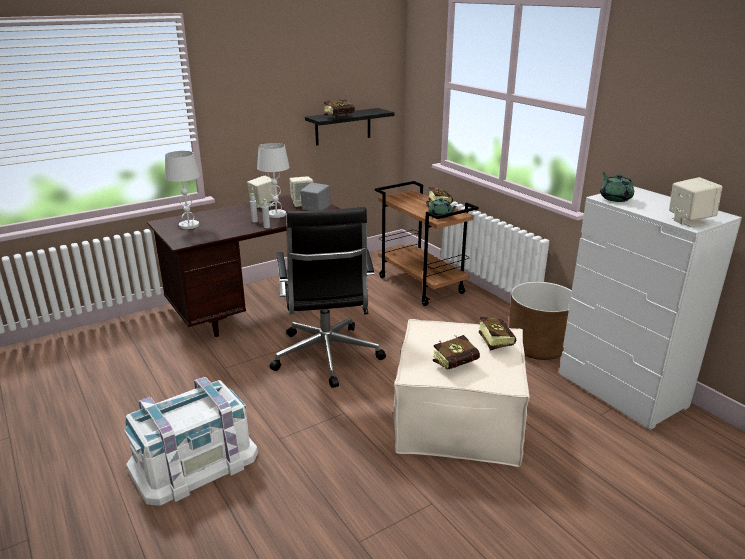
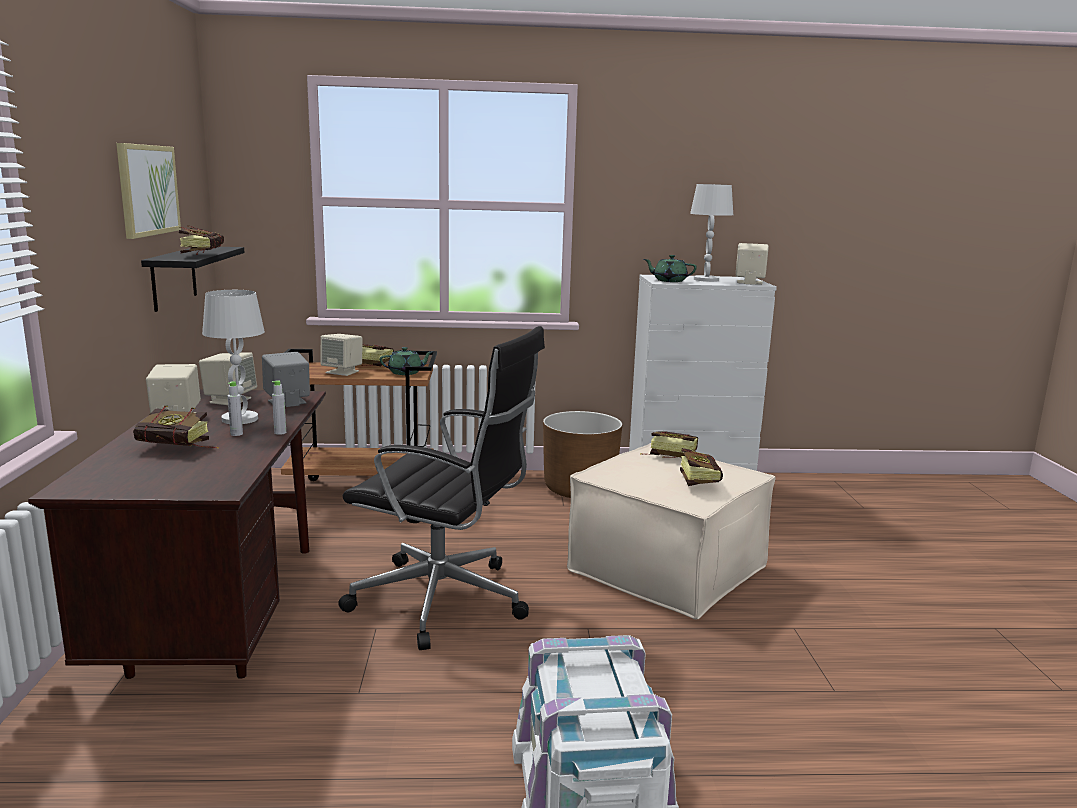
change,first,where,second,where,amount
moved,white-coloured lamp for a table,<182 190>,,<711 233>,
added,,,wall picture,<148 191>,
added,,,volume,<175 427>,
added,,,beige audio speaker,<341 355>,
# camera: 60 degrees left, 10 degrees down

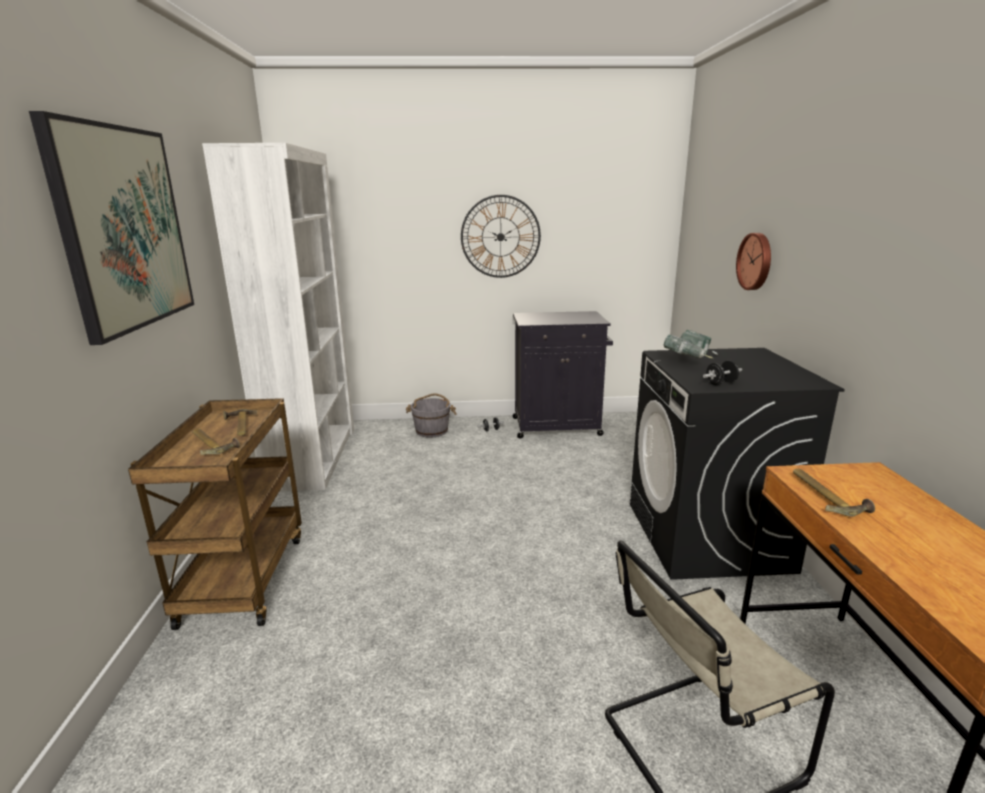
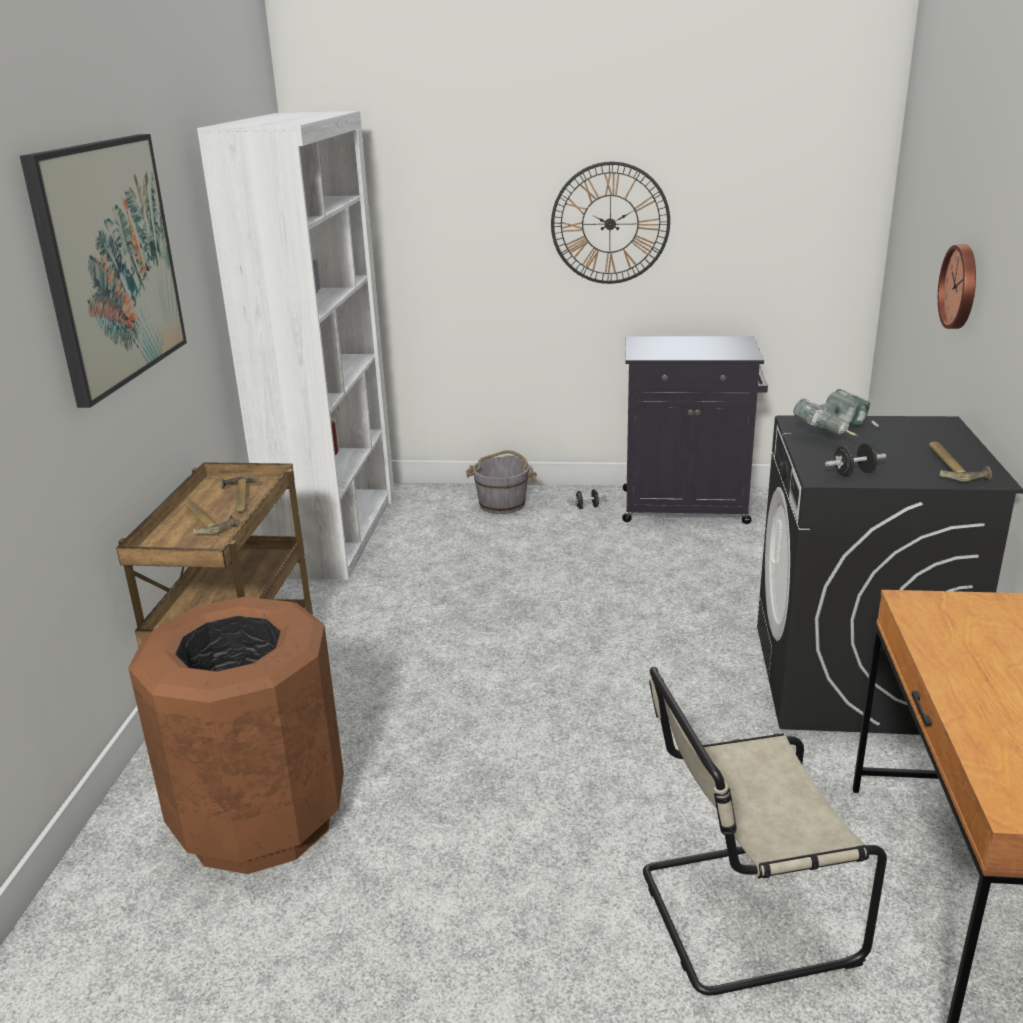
change,first,where,second,where,amount
moved,tool hammer,<834 493>,,<960 462>,
added,,,brown waste bin,<236 735>,
# camera: 10 degrees right, 5 degrees up

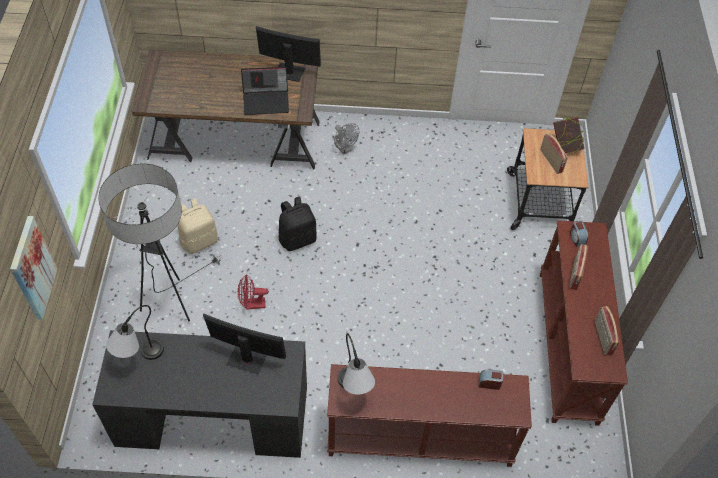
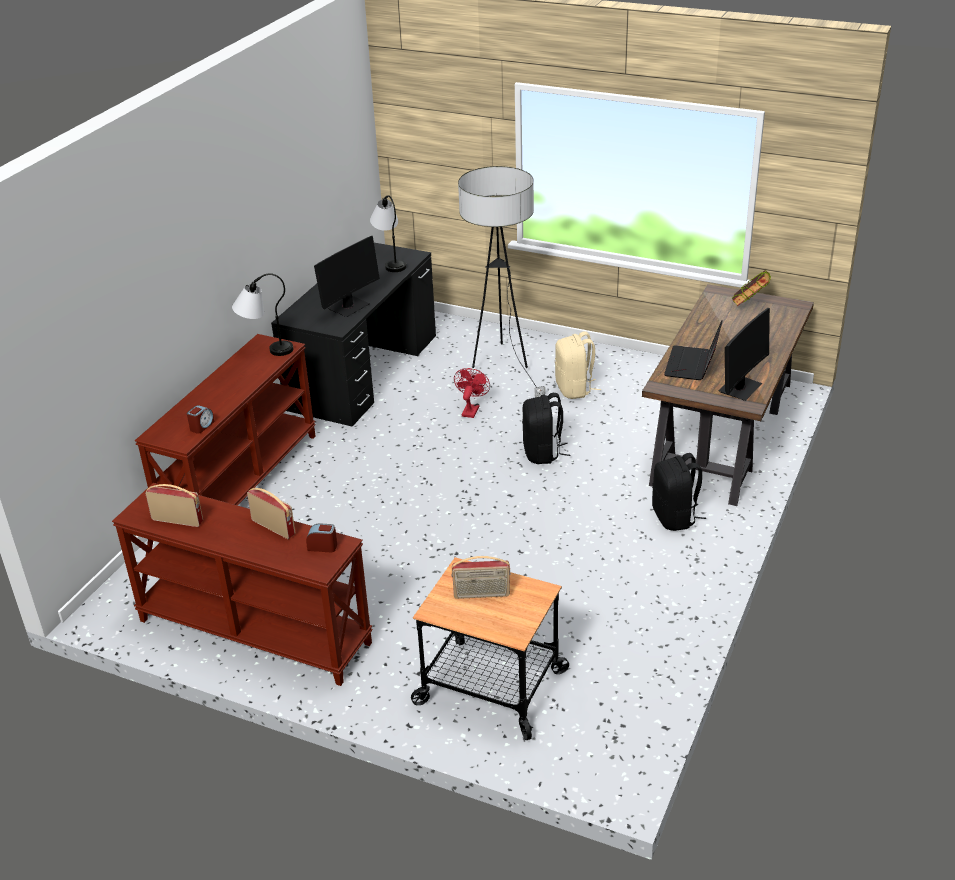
change,first,where,second,where,amount
removed,wall picture,<34 268>,,,
replaced,gray electric fan,<346 139>,black-coloured knapsack,<679 492>,
moved,volume,<568 135>,,<751 288>,
# camera: 115 degrees right, 20 degrees down

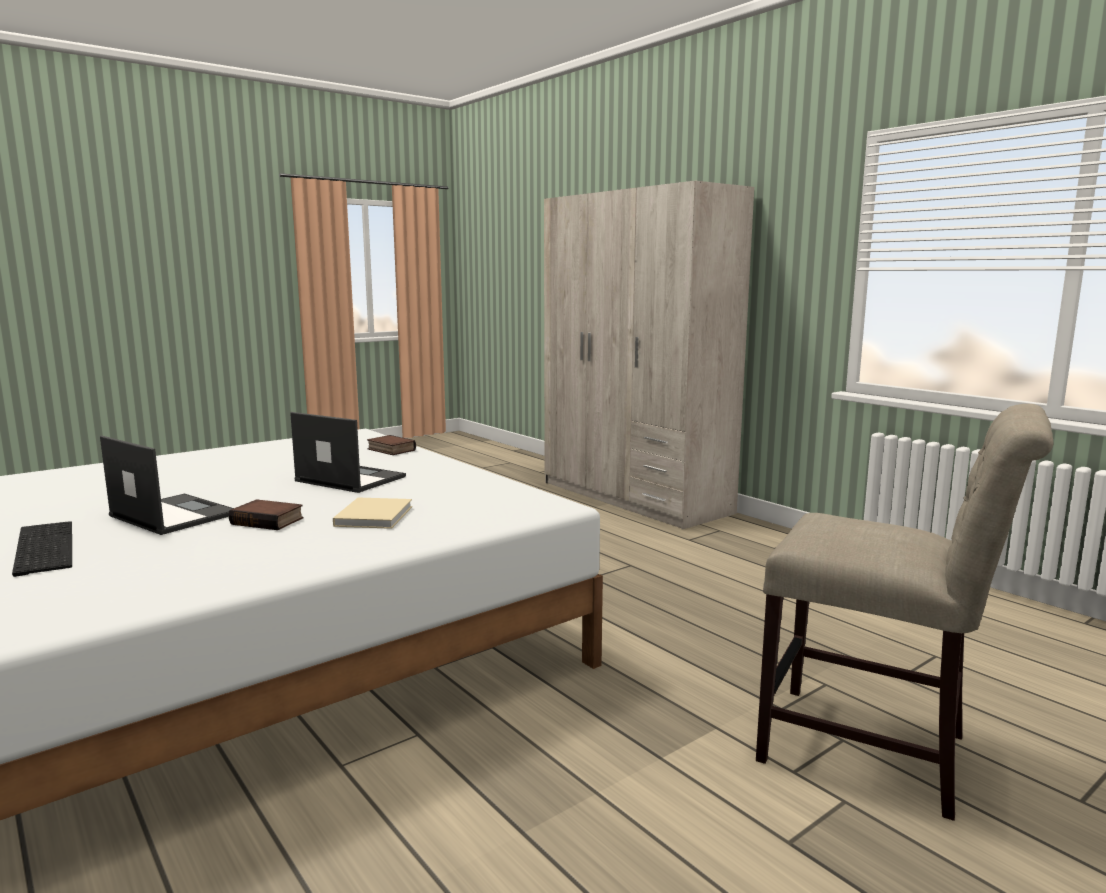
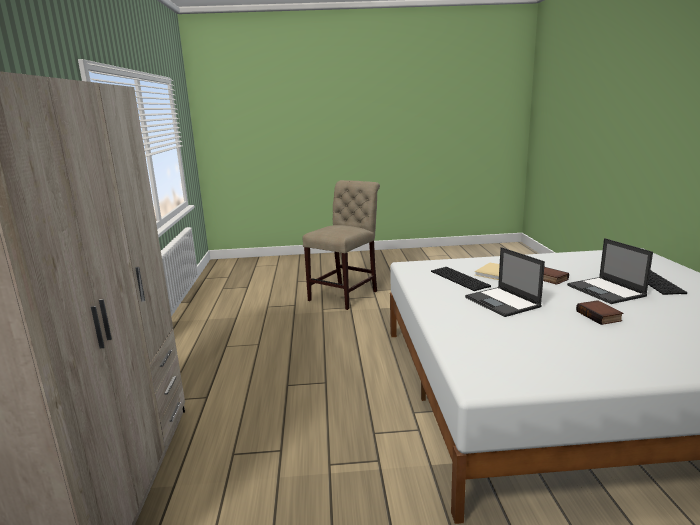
change,first,where,second,where,amount
moved,volume,<391 445>,,<599 312>,
turned,beige plain chair,<904 612>,,<341 245>,60 degrees clockwise
added,,,keyboard,<461 279>,
# camera: 145 degrees left, 5 degrees up

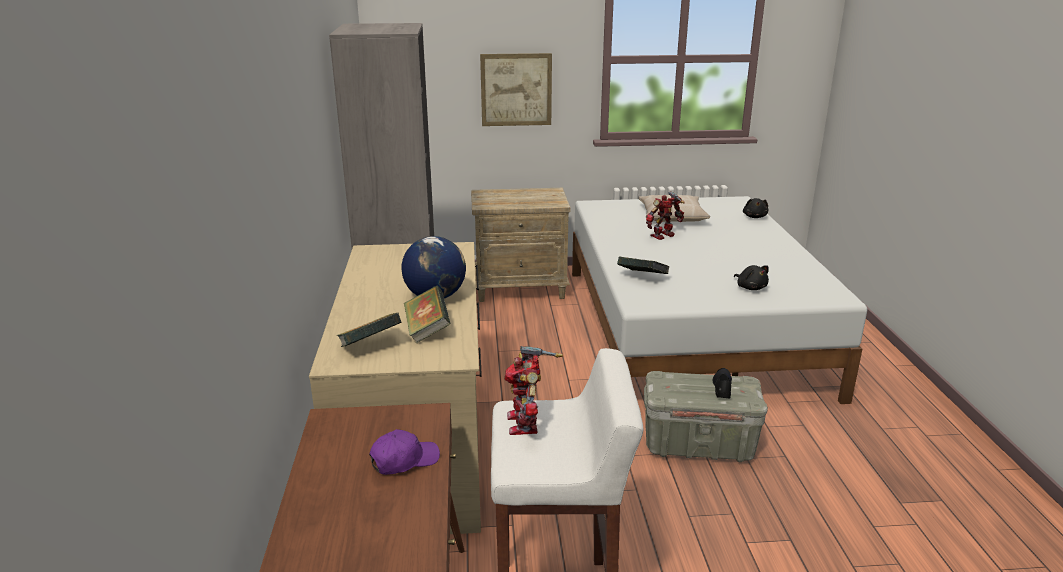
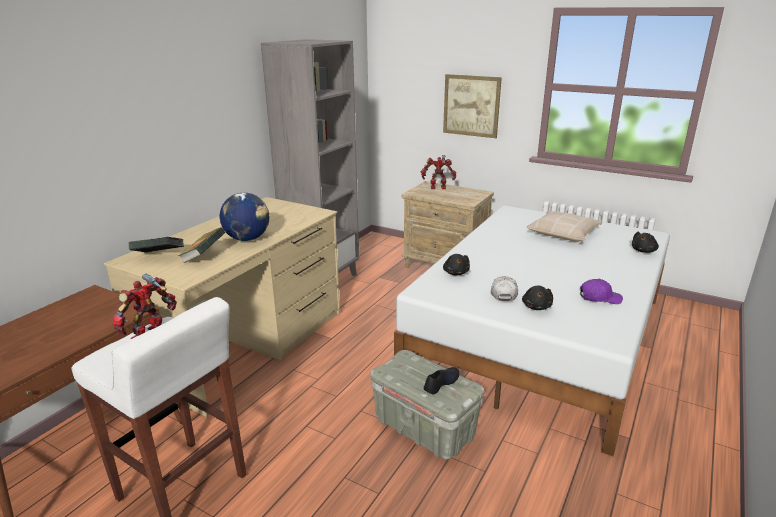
change,first,where,second,where,amount
moved,purple-coloured baseball cap,<404 452>,,<601 291>,
replaced,volume,<643 265>,black-coloured cuddly toy,<456 265>,
moved,toy robot,<665 215>,,<438 172>,
added,,,white-coloured baseball cap,<504 288>,
# camera: 35 degrees right, 0 degrees up

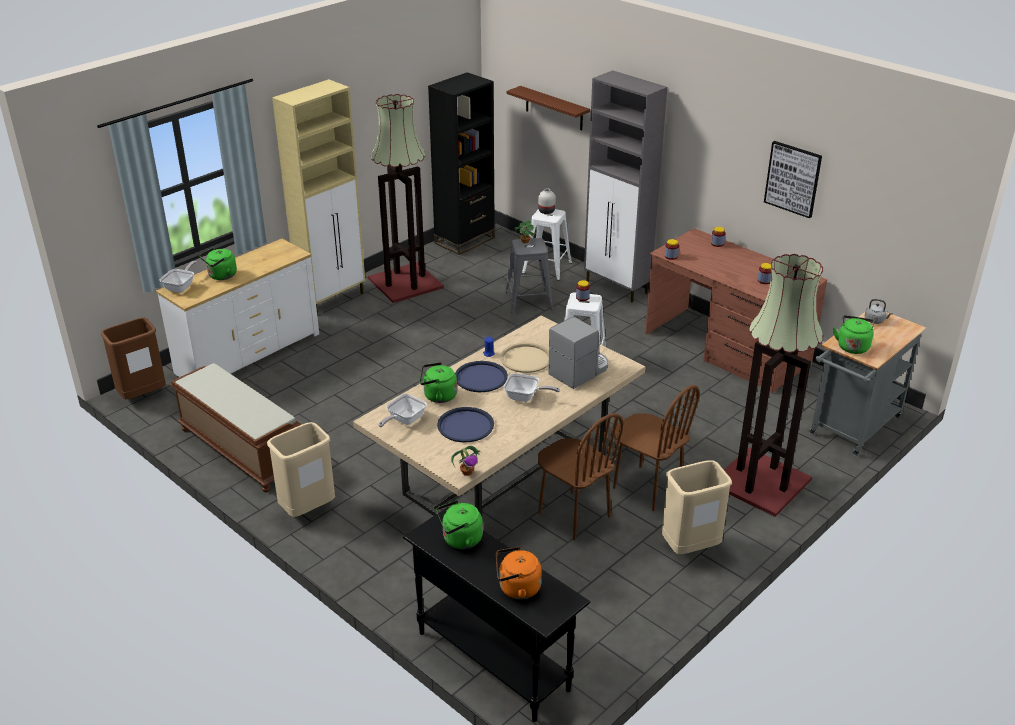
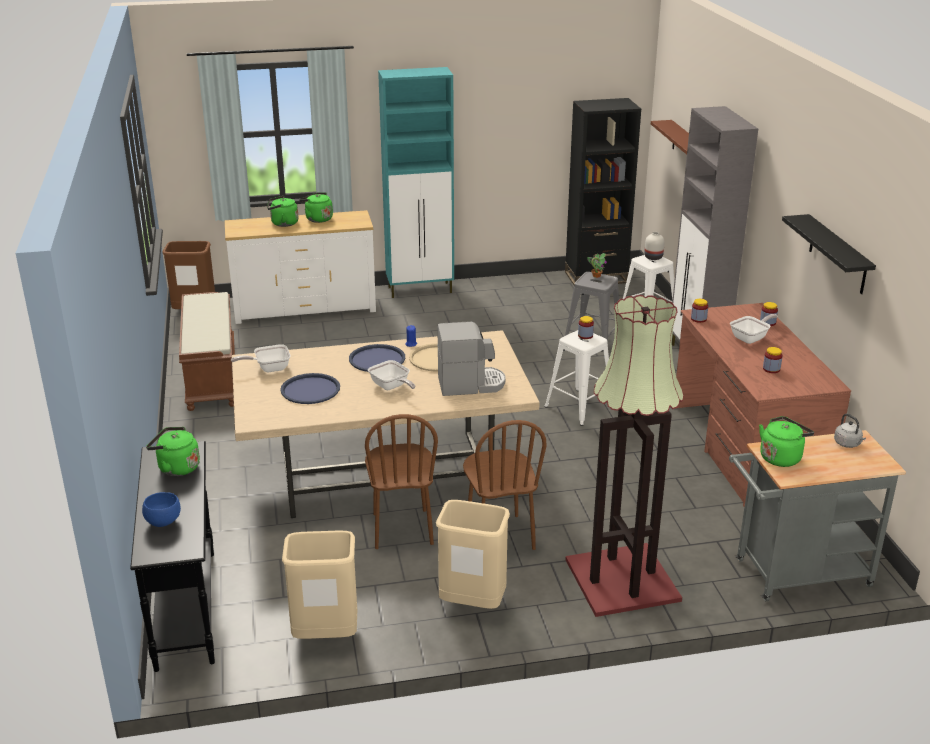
change,first,where,second,where,amount
moved,frying pan,<178 277>,,<753 329>,
moved,beige waste bin,<301 469>,,<319 585>,
recoloured,beige cabinet,<318 197>,turquoise cabinet,<416 182>,
removed,standard lamp,<406 198>,,,
moved,green water kettle,<438 382>,,<316 207>,
removed,plant in a pot,<466 461>,,,
replaced,orangey water kettle,<519 573>,blue deep dish,<161 509>,
replaced,wall picture,<793 179>,black-coloured shelf,<829 254>,
# camera: 35 degrees right, 5 degrees down

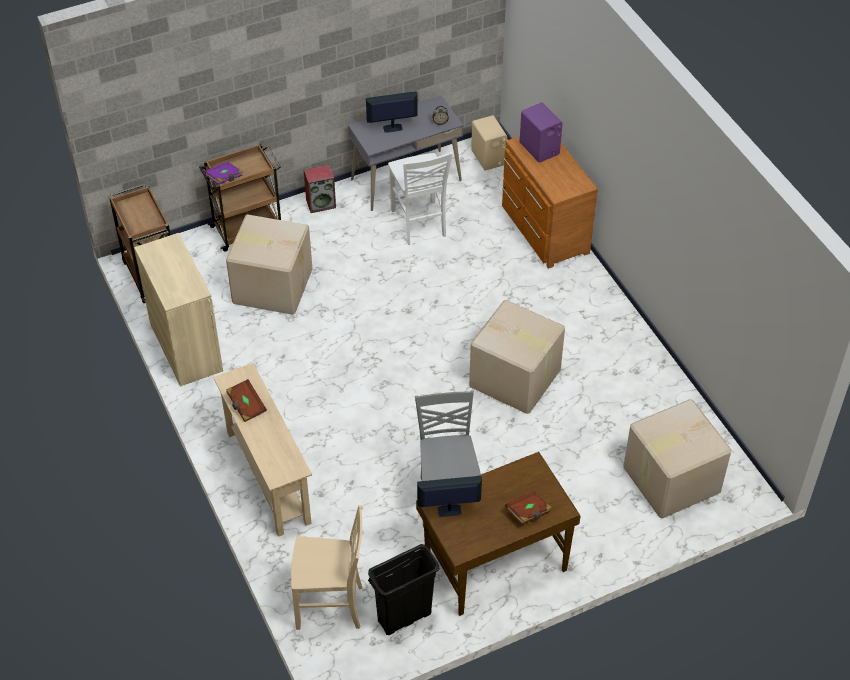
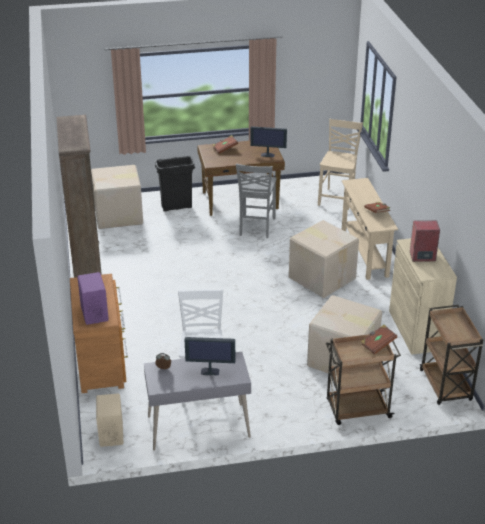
change,first,where,second,where,amount
recoloured,purple-coloured volume,<223 173>,brown volume,<379 340>,
turned,beige plain chair,<327 567>,,<340 164>,90 degrees clockwise
moved,audio speaker,<320 189>,,<425 241>,
moved,black-coloured waste bin,<404 589>,,<175 183>,
moved,packing box,<517 357>,,<324 259>,
added,,,brown bookshelf,<79 196>,
# camera: 165 degrees left, 15 degrees down

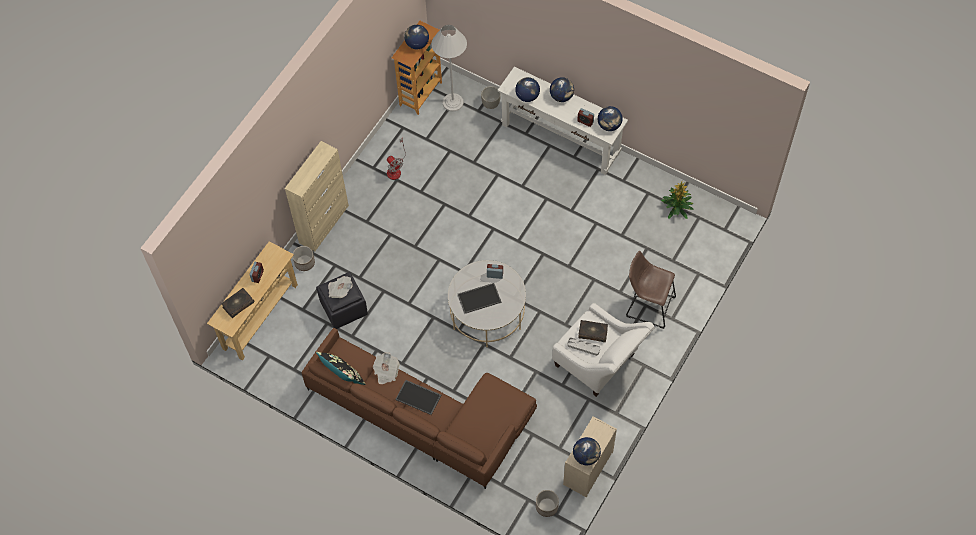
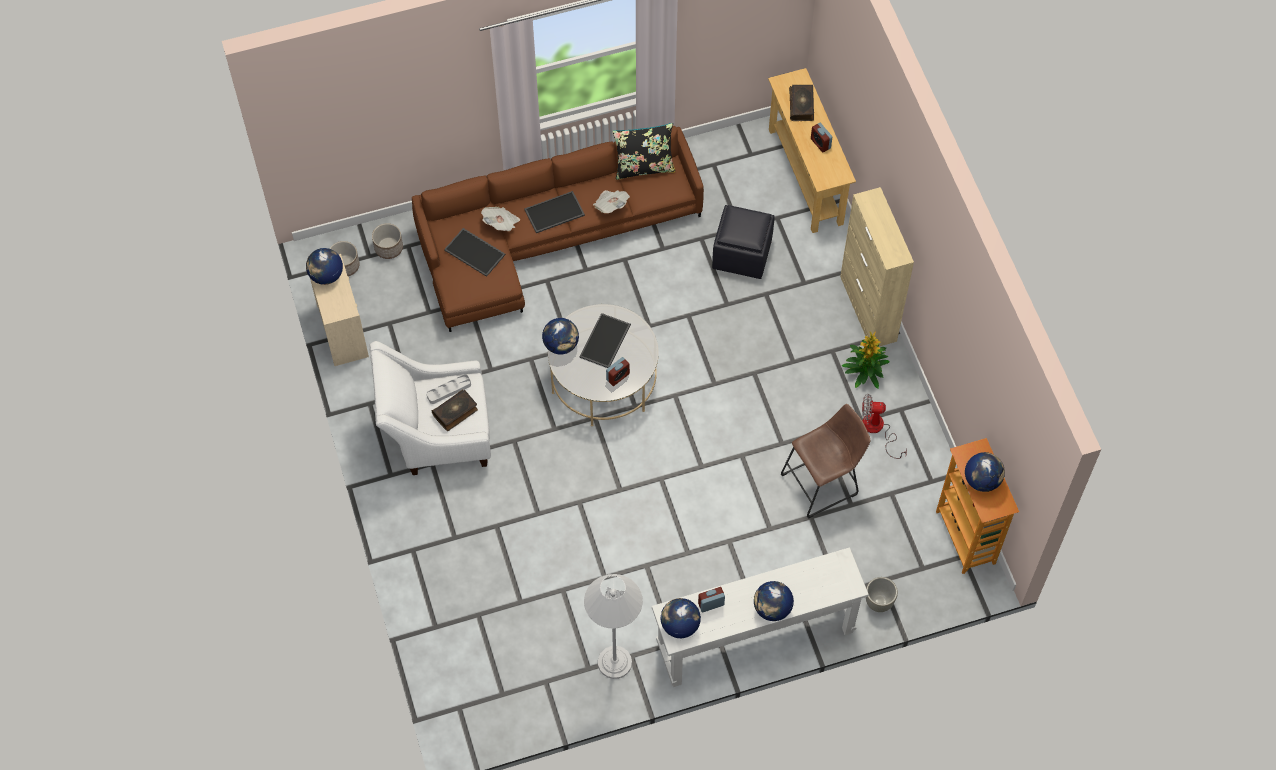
change,first,where,second,where,amount
moved,flower pot,<304 258>,,<387 241>,
moved,daily paper,<340 287>,,<500 219>,
moved,white-coloured standard lamp,<449 68>,,<613 626>,
moved,globe,<527 89>,,<560 336>,
moved,brown stool,<651 289>,,<826 461>,
moved,plant in a pot,<677 200>,,<866 360>,
added,,,serving tray,<474 252>,
# camera: 130 degrees right, 0 degrees up

